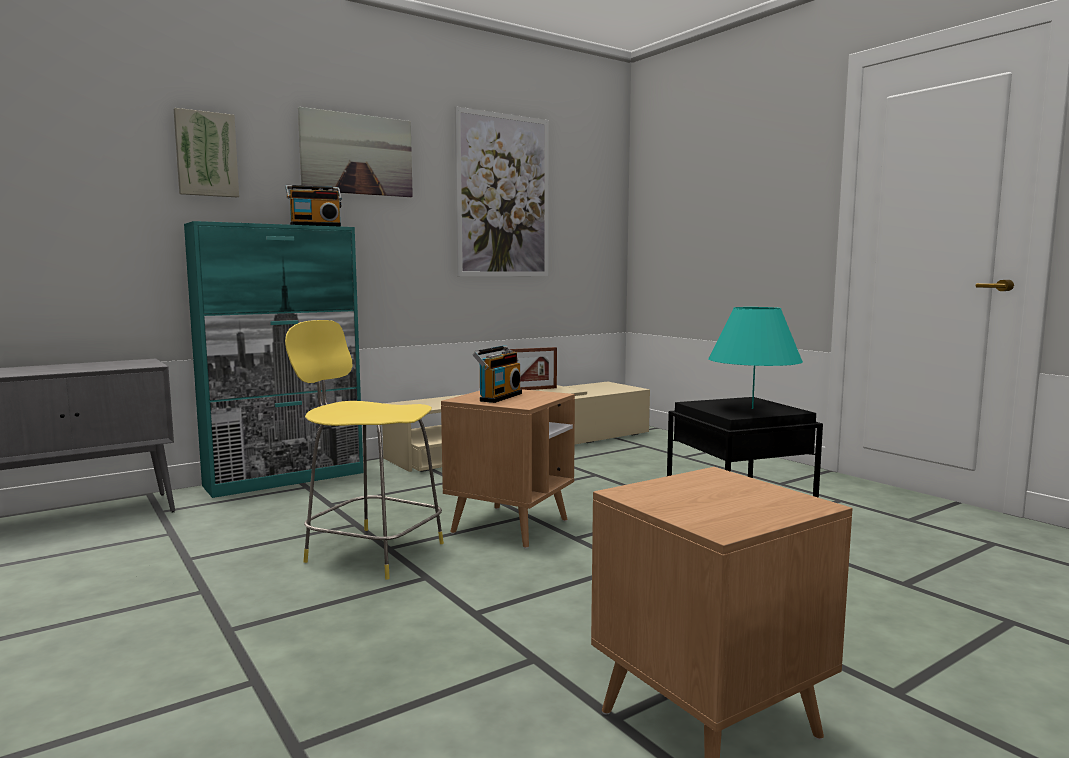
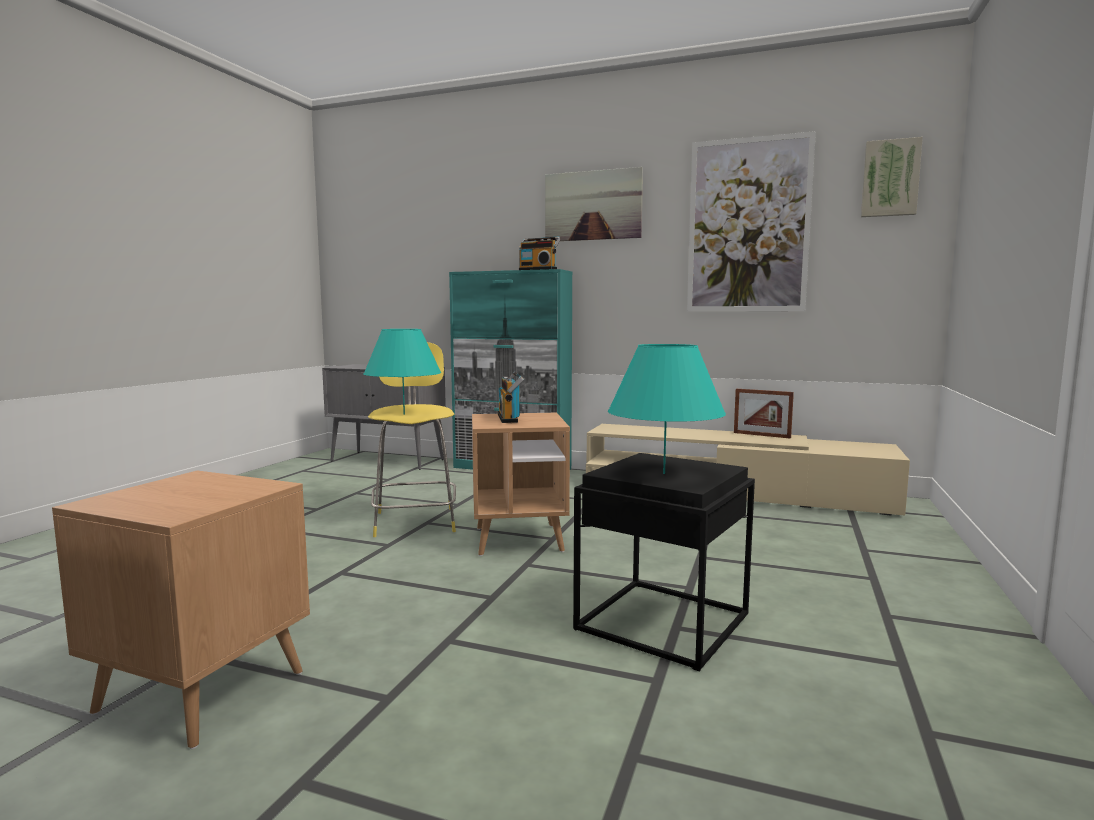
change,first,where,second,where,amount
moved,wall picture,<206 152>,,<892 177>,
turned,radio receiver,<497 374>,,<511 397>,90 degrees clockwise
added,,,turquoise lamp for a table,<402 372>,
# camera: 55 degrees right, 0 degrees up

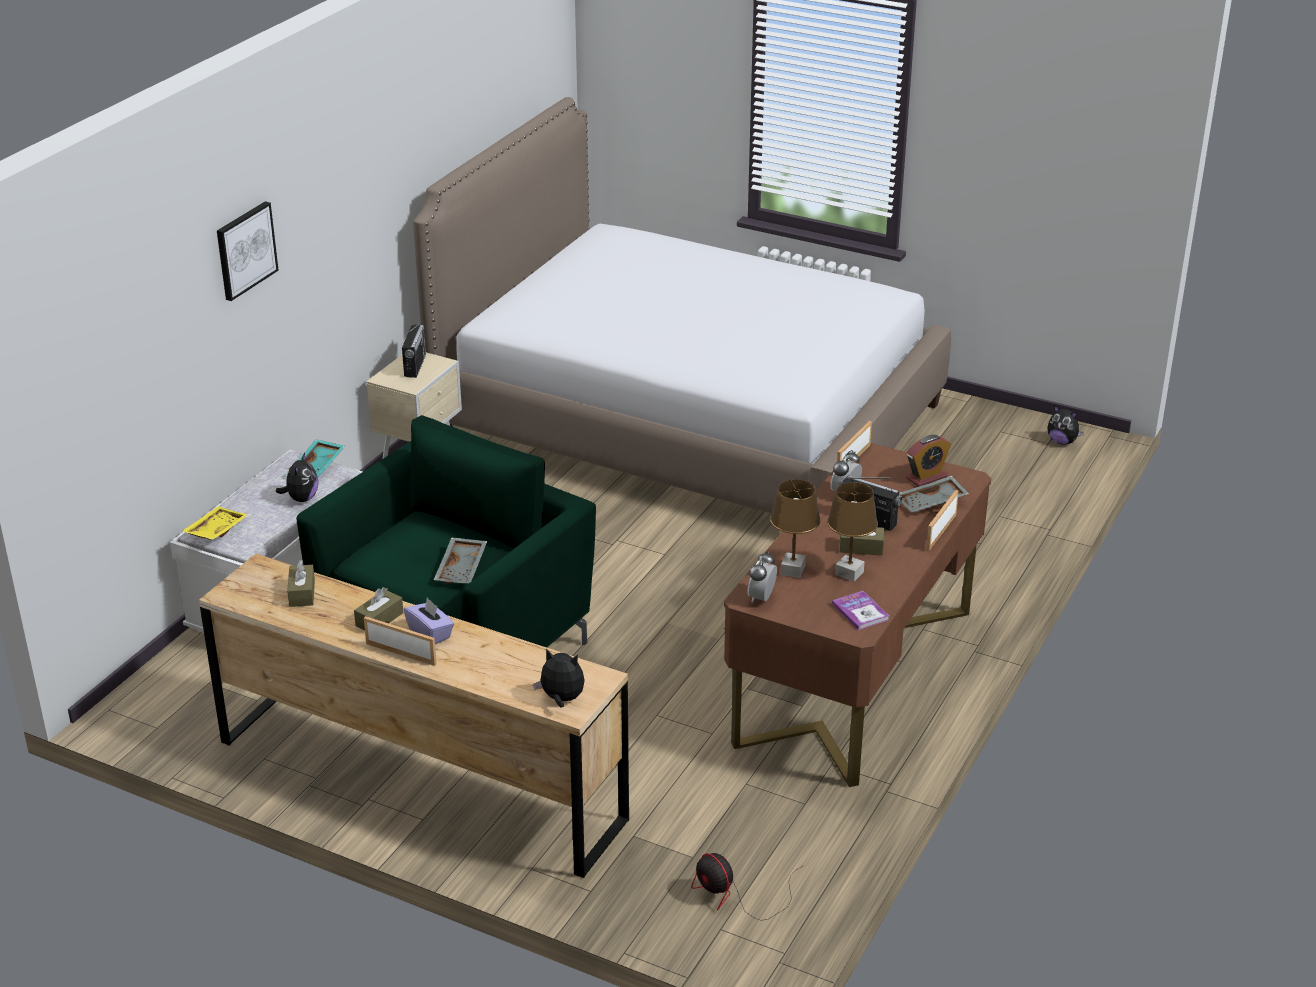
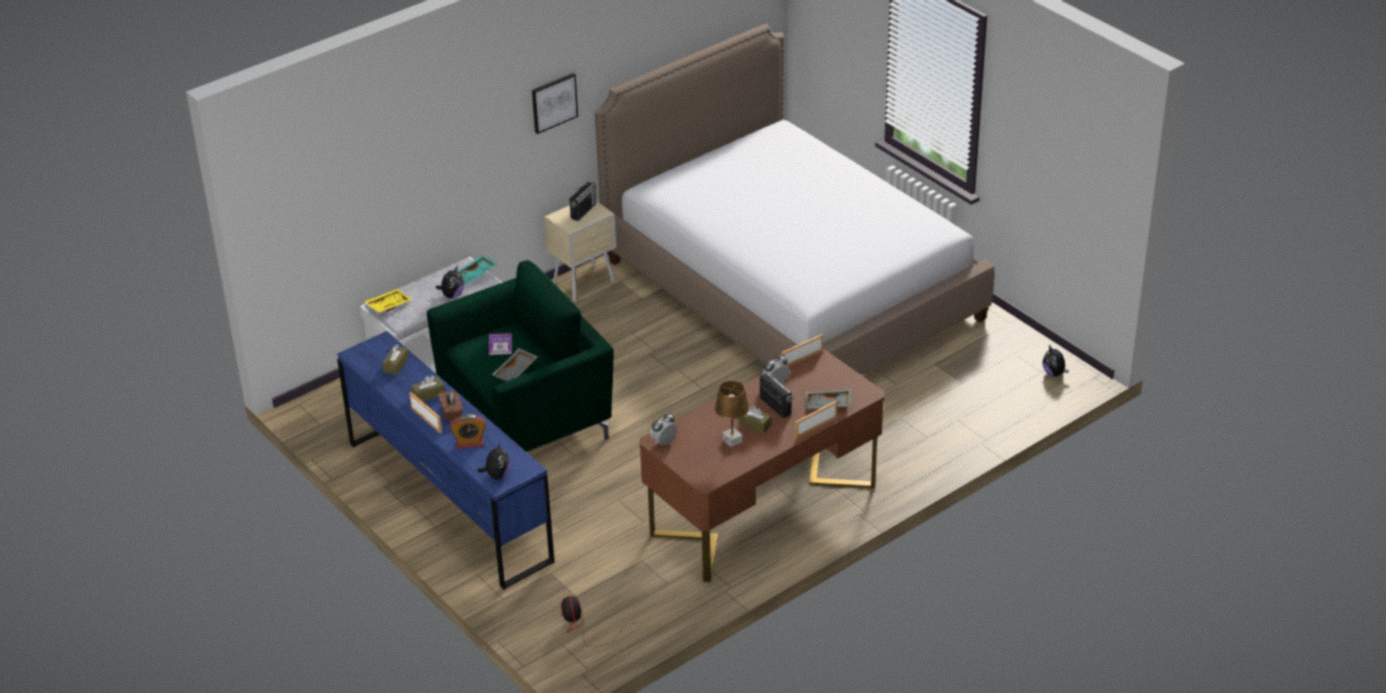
change,first,where,second,where,amount
recoloured,brown chest of drawers,<414 716>,blue chest of drawers,<446 460>,
moved,wall picture,<248 251>,,<555 103>,
recoloured,purple-coloured tissue holder,<429 621>,brown tissue holder,<450 405>,
turned,cuddly toy,<559 678>,,<494 460>,60 degrees clockwise
removed,brown lamp for a table,<795 528>,,,
moved,volume,<860 610>,,<500 344>,
moved,table clock,<928 461>,,<468 431>,
# camera: 25 degrees right, 5 degrees up

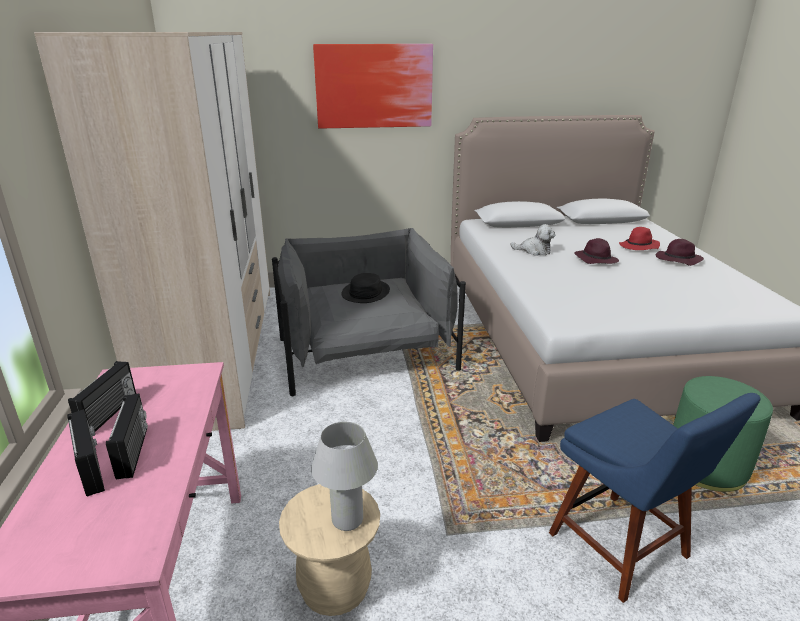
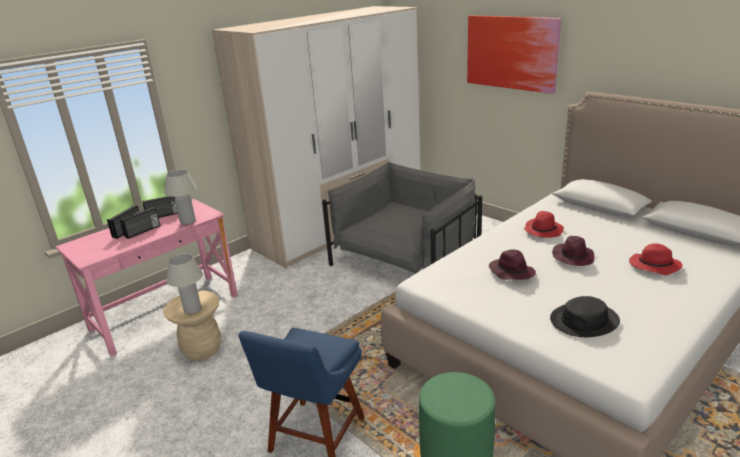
change,first,where,second,where,amount
moved,black-coloured clothing hat,<365 288>,,<585 316>,
replaced,cuddly toy,<532 240>,red clothing hat,<544 224>,
moved,purple-coloured clothing hat,<680 252>,,<512 264>,
added,,,white-coloured lamp for a table,<181 197>,
# camera: 55 degrees right, 0 degrees up

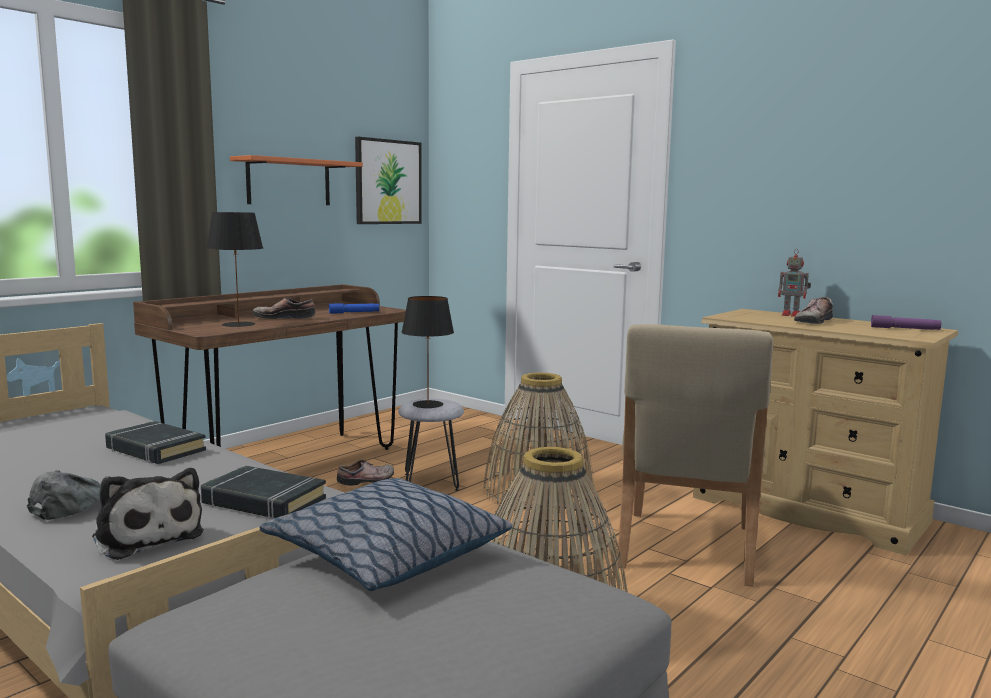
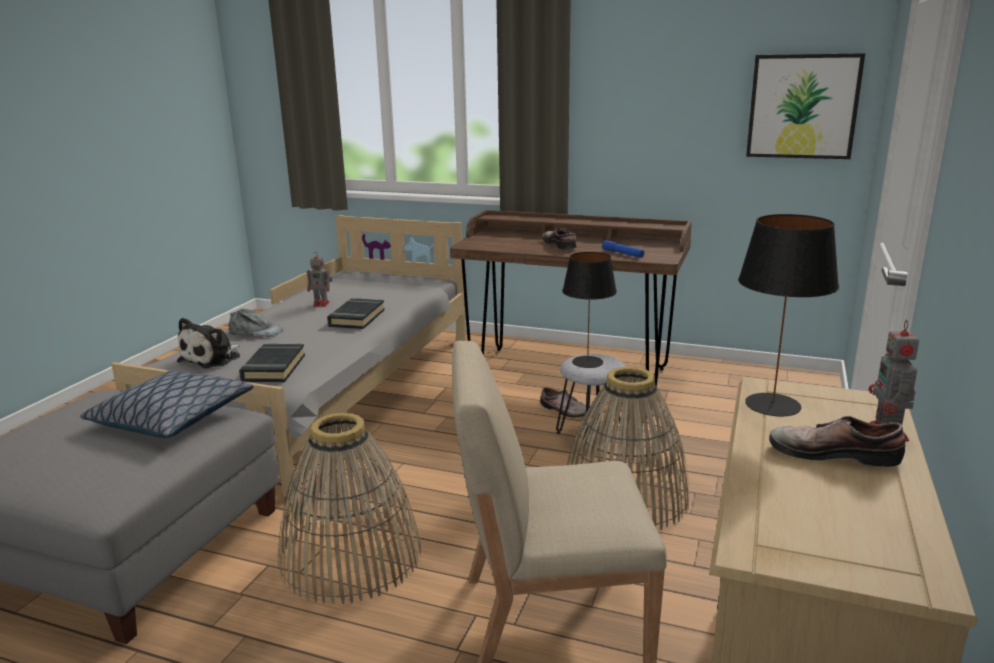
change,first,where,second,where,amount
moved,black-coloured lamp for a table,<234 269>,,<788 315>,
removed,orangey shelf,<296 180>,,,
removed,purple-coloured torch,<906 322>,,,
added,,,toy robot,<320 280>,
# camera: 70 degrees right, 10 degrees up

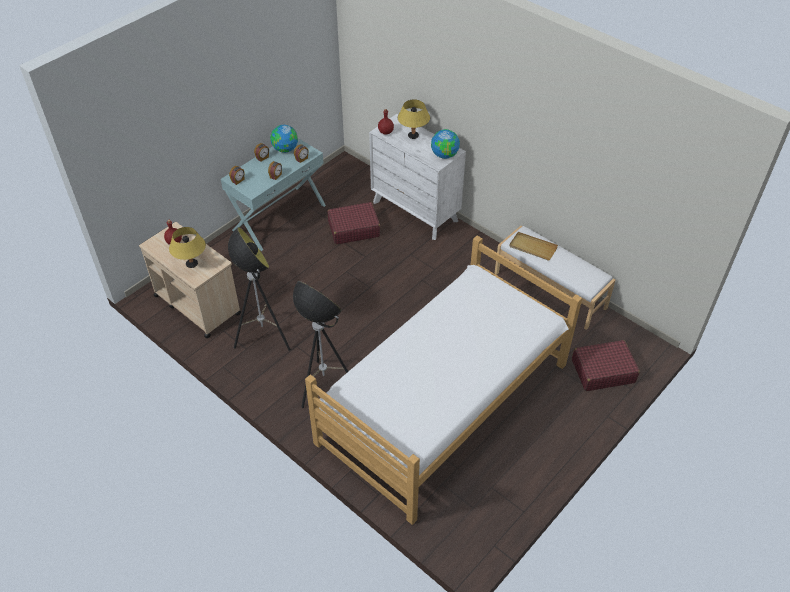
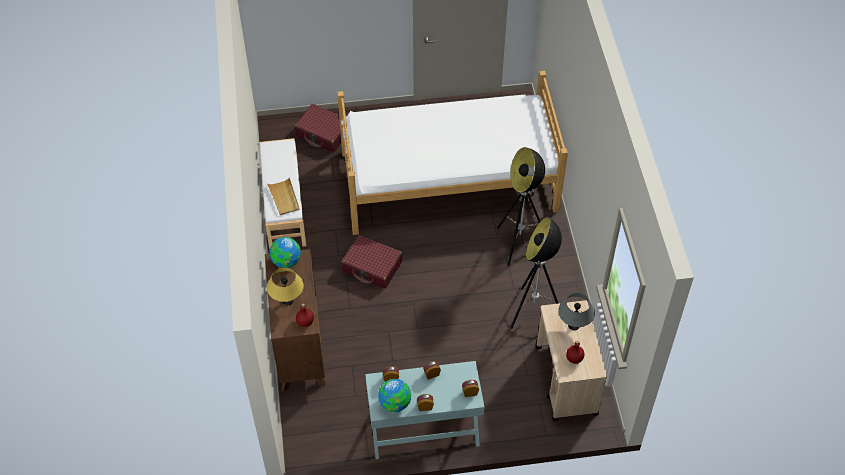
change,first,where,second,where,amount
recoloured,yellow-coloured lamp for a table,<187 247>,gray lamp for a table,<576 311>,
moved,red suitcase,<353 223>,,<371 262>,
recoloured,white-coloured chest of drawers,<417 177>,brown chest of drawers,<295 320>,
# camera: 140 degrees left, 5 degrees up

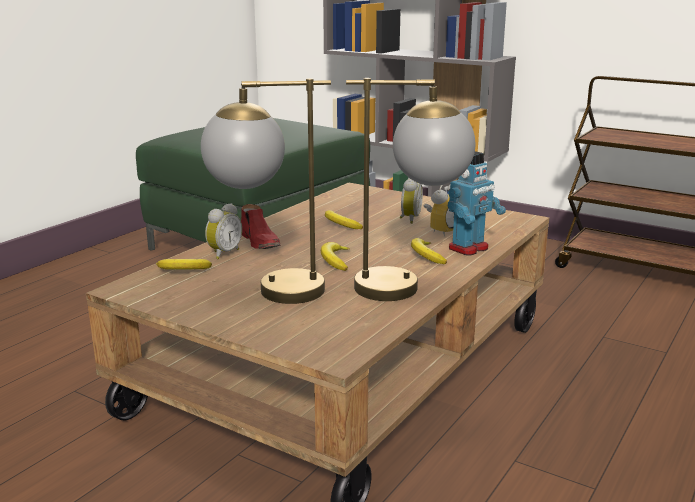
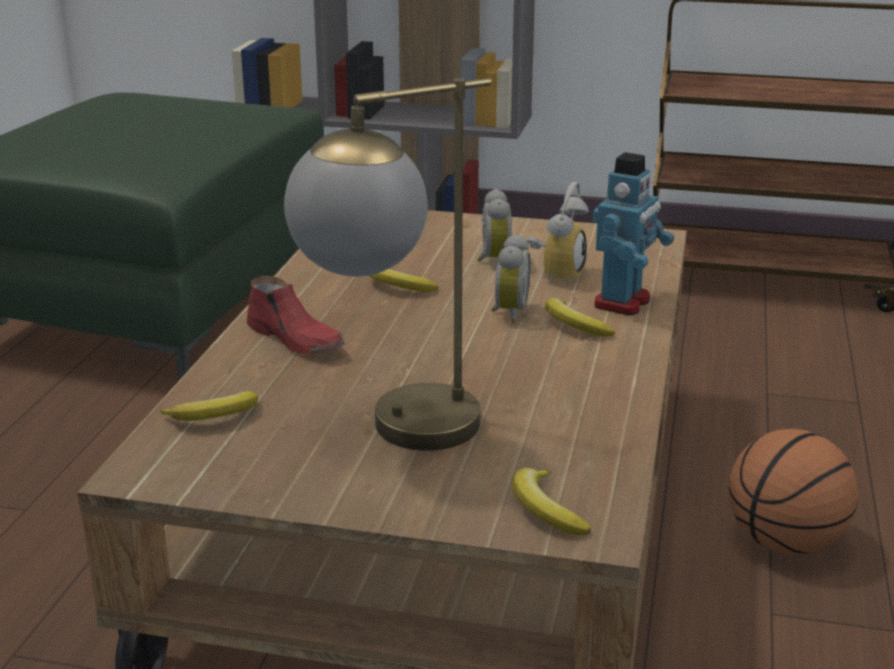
change,first,where,second,where,amount
moved,table clock,<223 231>,,<511 278>,
moved,banana fruit,<335 256>,,<551 501>,
removed,lamp for a table,<410 189>,,,
added,,,basketball ball,<793 492>,
# camera: 20 degrees left, 5 degrees up

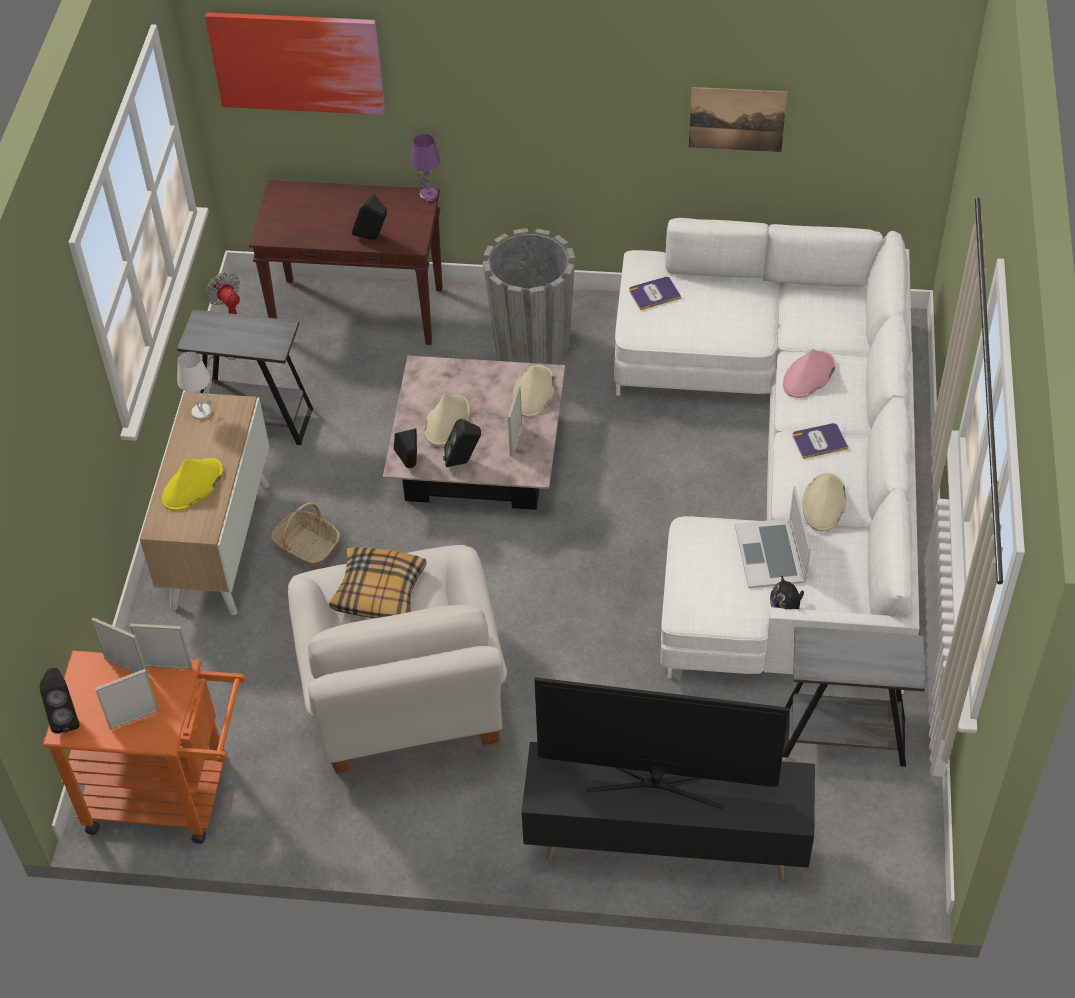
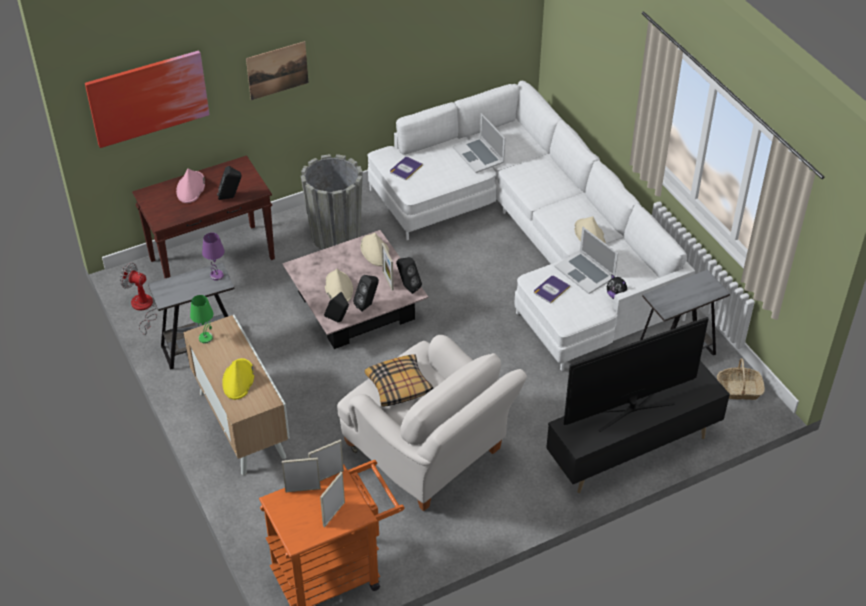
change,first,where,second,where,amount
moved,black-coloured audio speaker,<60 700>,,<409 275>,
recoloured,white-coloured lamp for a table,<194 386>,green lamp for a table,<201 319>,
moved,household basket,<305 535>,,<741 379>,
moved,purple-coloured lamp for a table,<425 168>,,<213 257>,
moved,wall picture,<738 119>,,<277 70>,
moved,pinkish clothing hat,<809 373>,,<190 186>,
moved,volume,<820 441>,,<552 290>,
added,,,notebook computer,<479 143>,
# camera: 35 degrees left, 5 degrees down

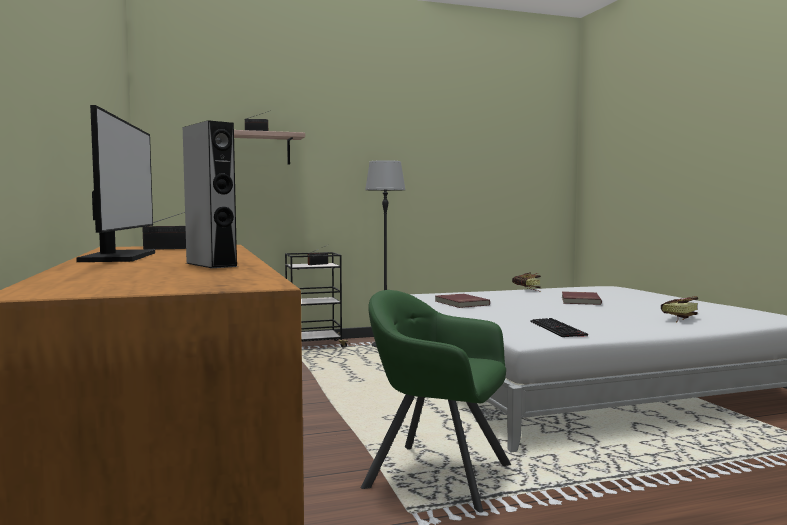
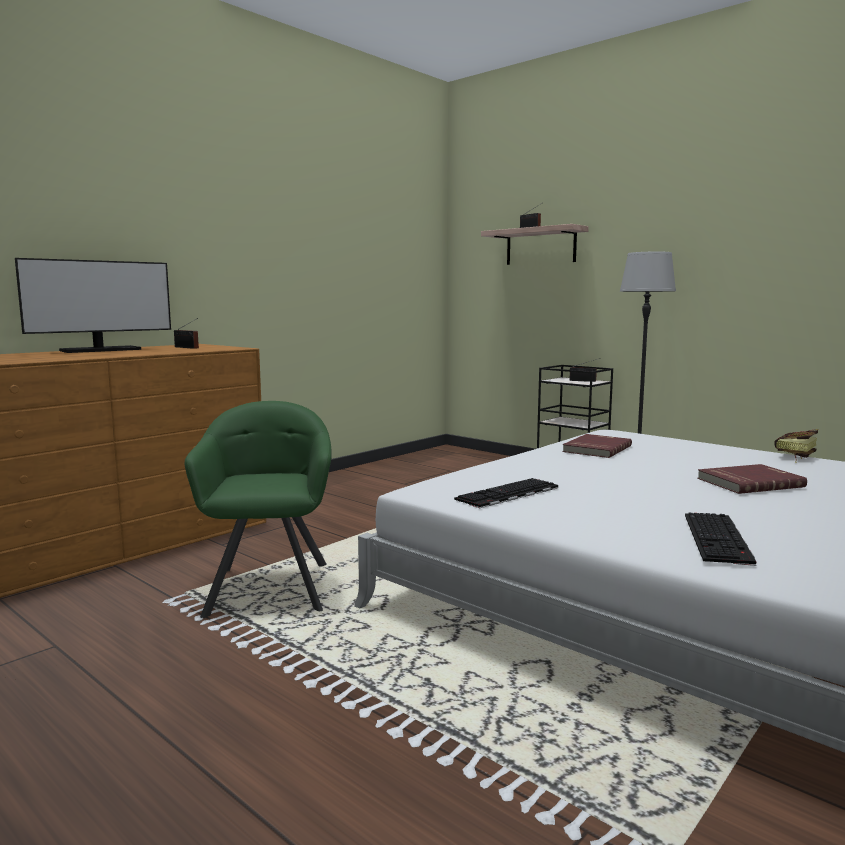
change,first,where,second,where,amount
removed,gray audio speaker,<210 194>,,,
replaced,volume,<679 309>,keyboard,<720 539>,
# camera: 60 degrees right, 5 degrees up

